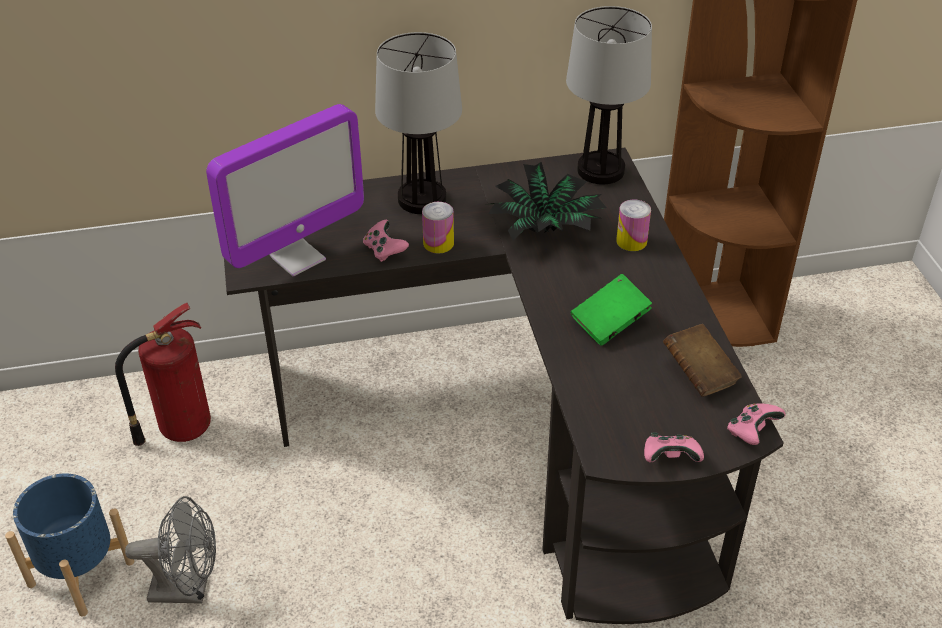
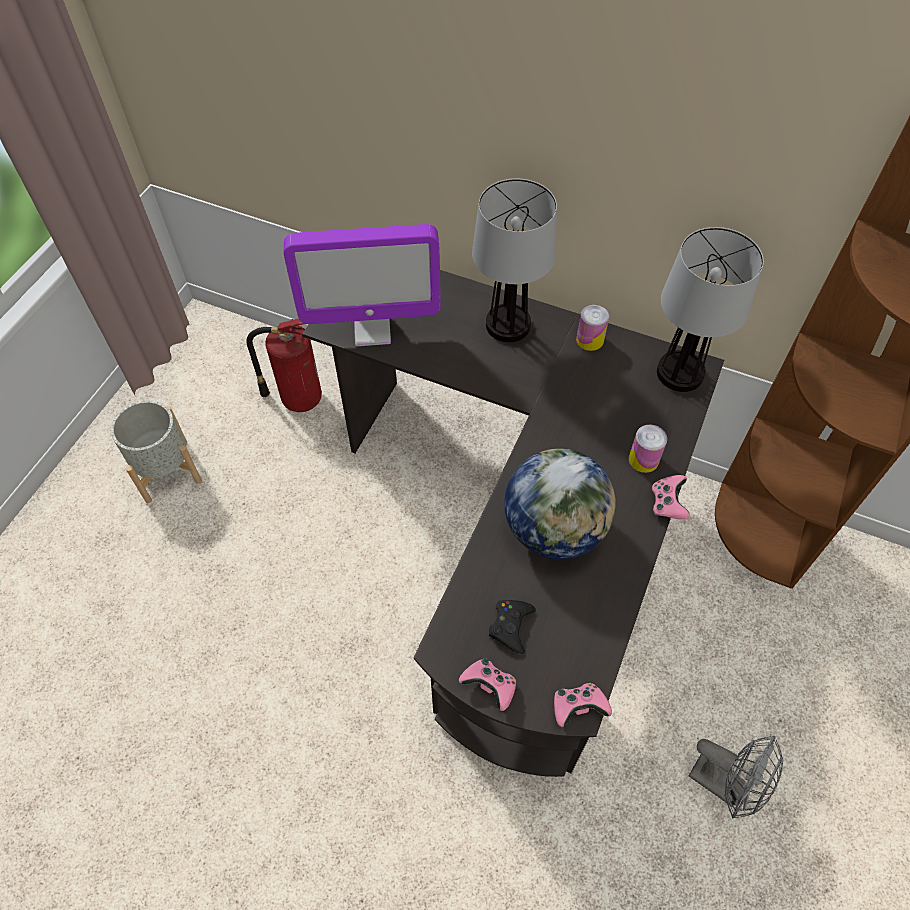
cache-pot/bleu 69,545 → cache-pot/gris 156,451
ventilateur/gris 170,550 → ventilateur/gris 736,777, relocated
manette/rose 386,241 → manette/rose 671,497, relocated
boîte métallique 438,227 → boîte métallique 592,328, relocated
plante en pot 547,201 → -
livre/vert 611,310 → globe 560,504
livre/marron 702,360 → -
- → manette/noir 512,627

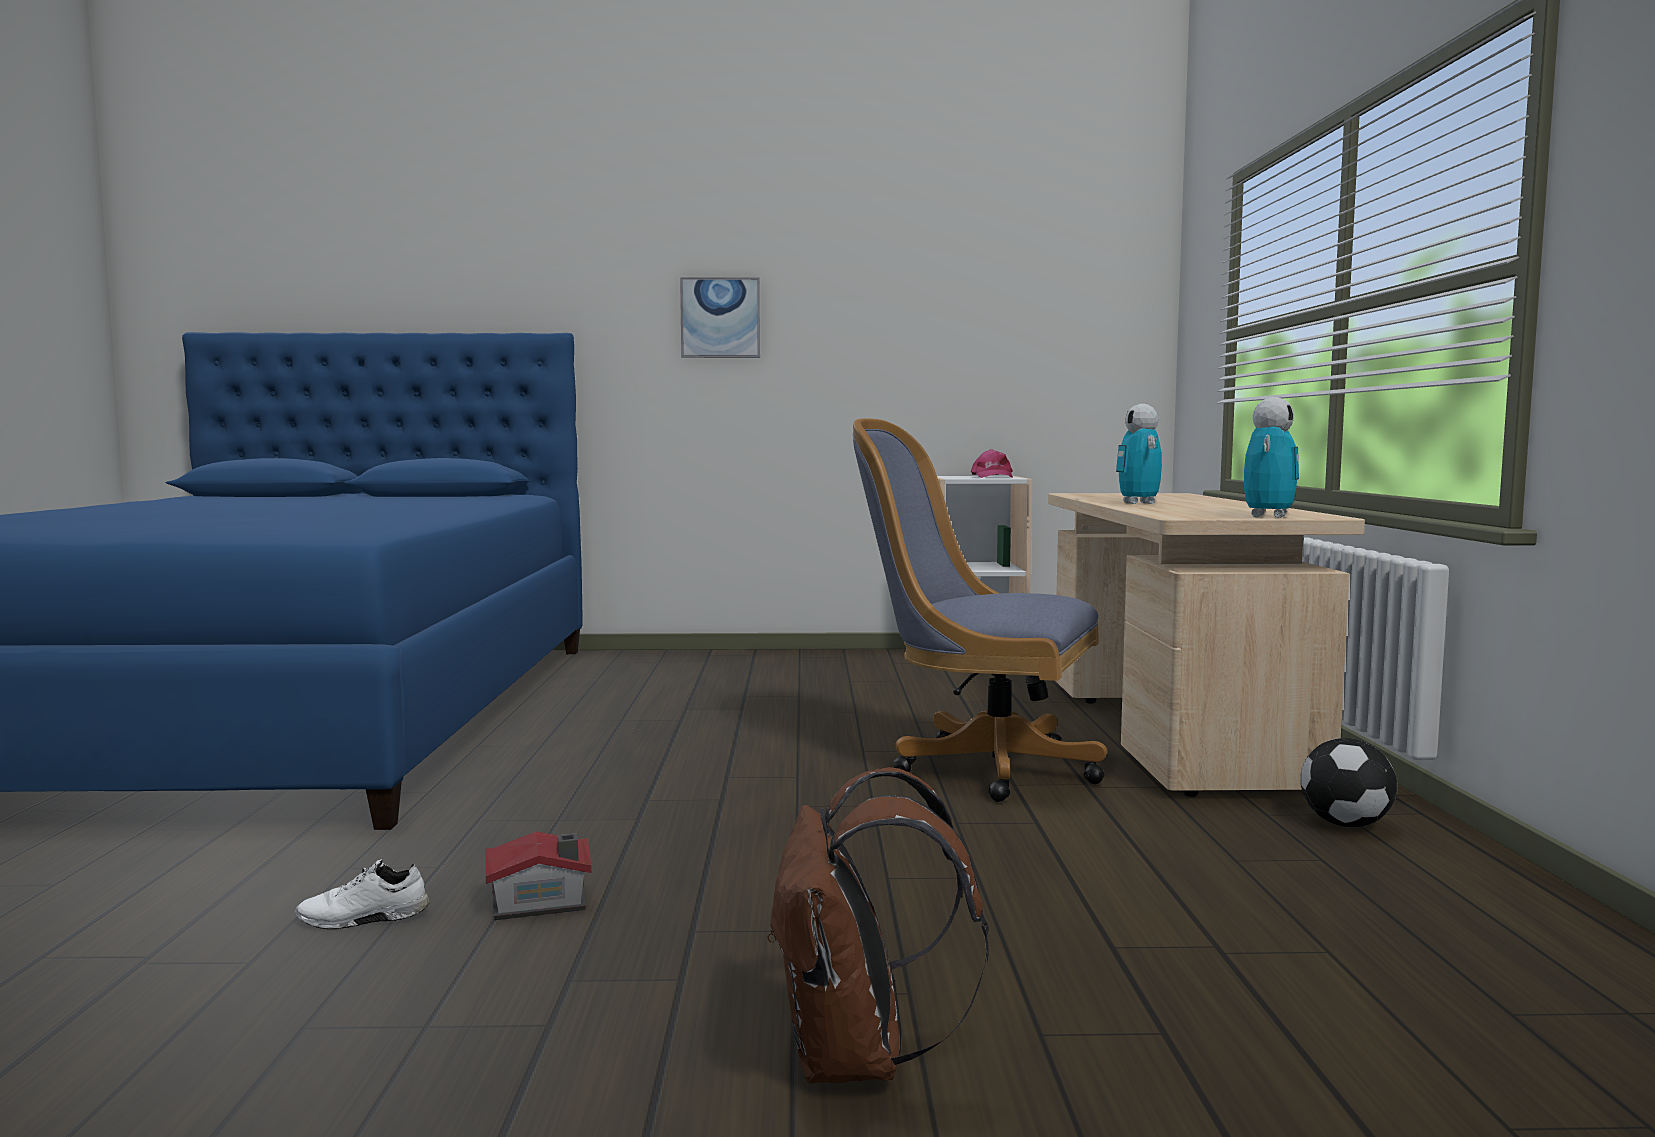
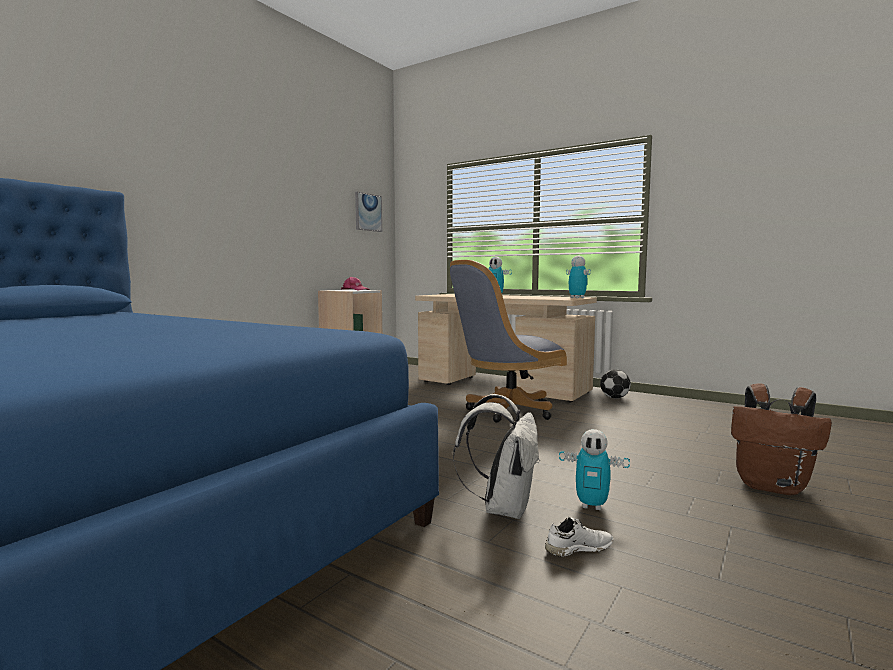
chaussure/blanc 362,894 → chaussure/blanc 579,537, 135 degrees counterclockwise
maison miniature 538,875 → robot jouet 594,469
tableau 720,317 → tableau 368,212, relocated
- → sac à dos/blanc 496,456

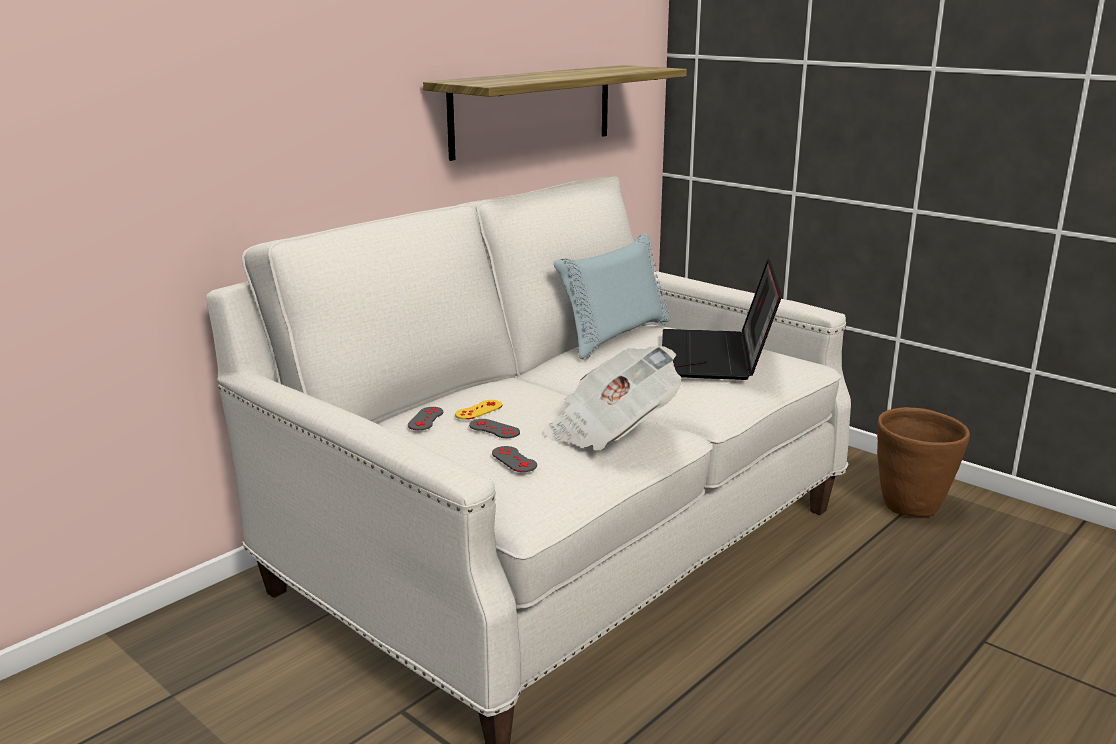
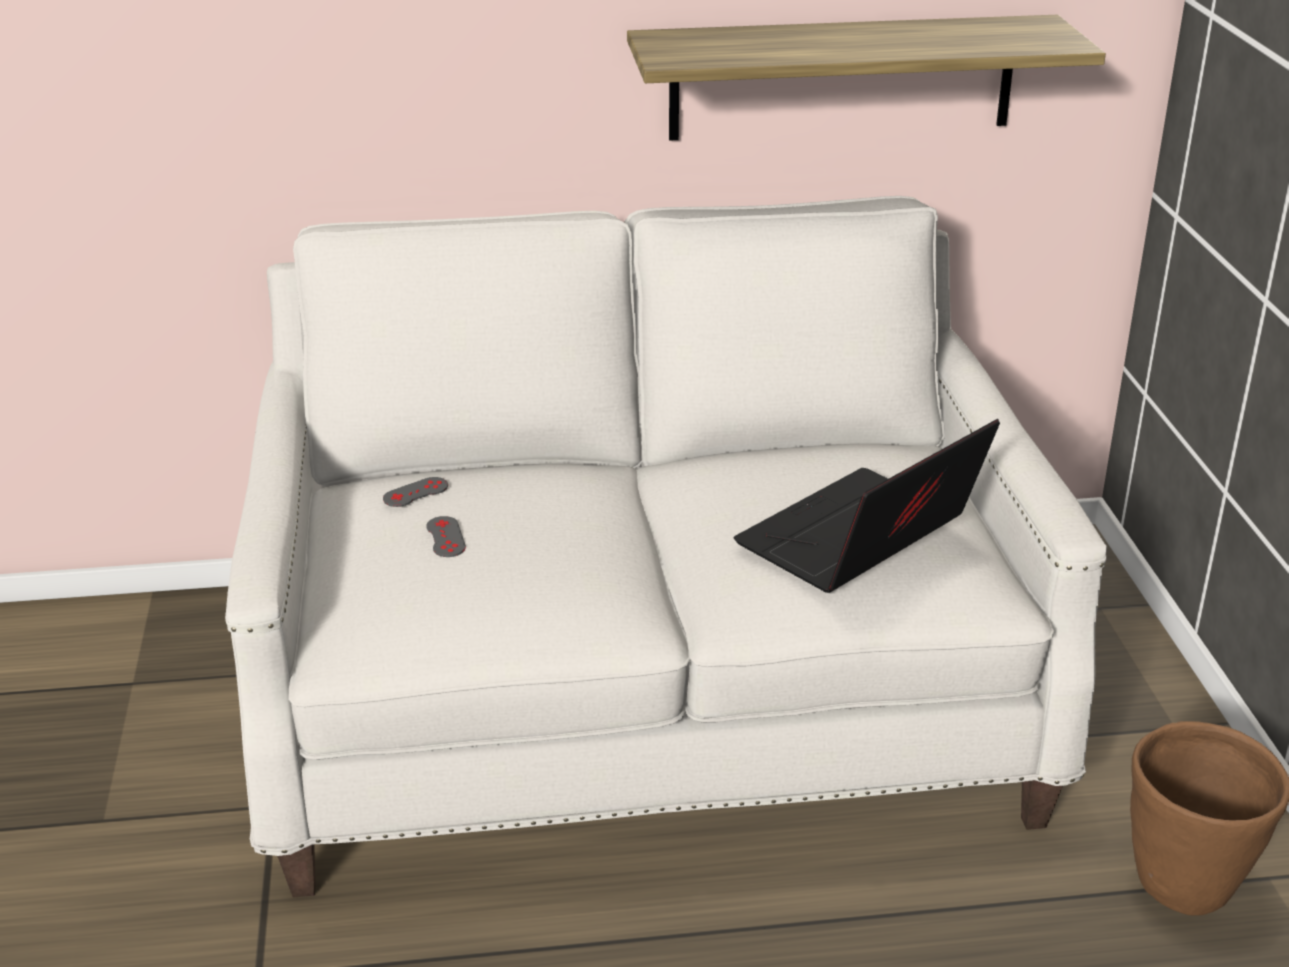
manette/jaune 478,410 → -
manette/gris 514,459 → -
journal 613,398 → -
coussin/bleu 612,296 → -

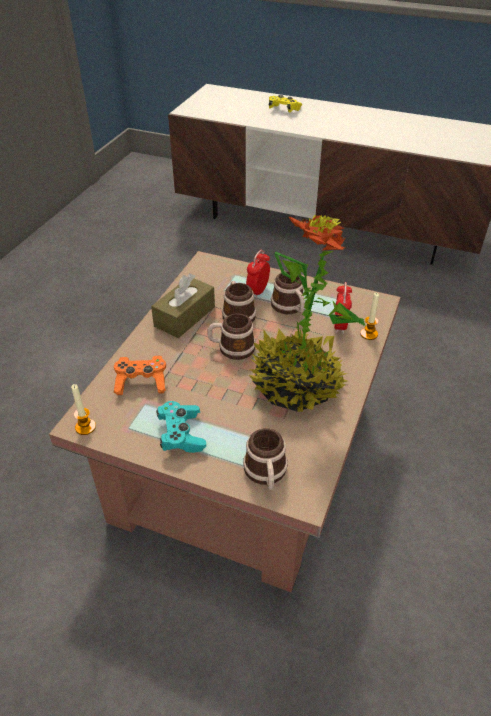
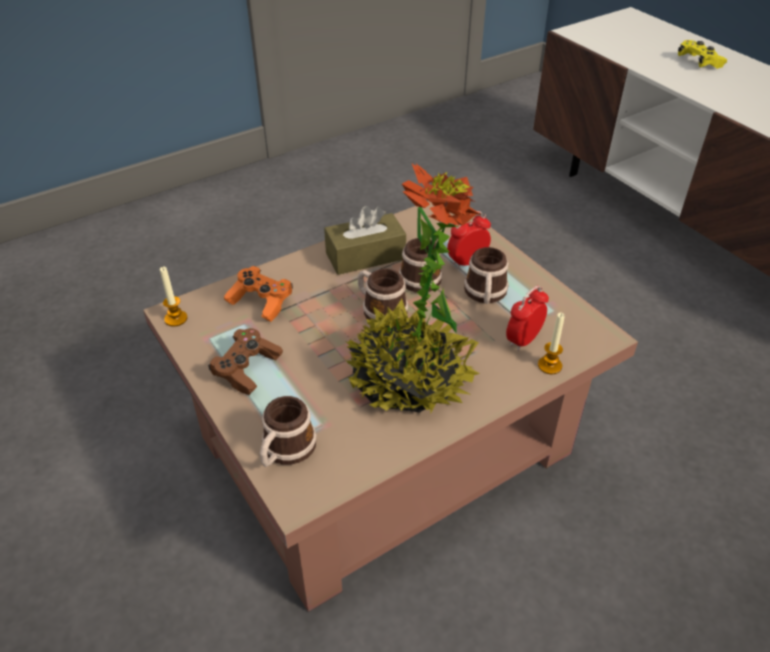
manette/turquoise 181,427 → manette/marron 245,361

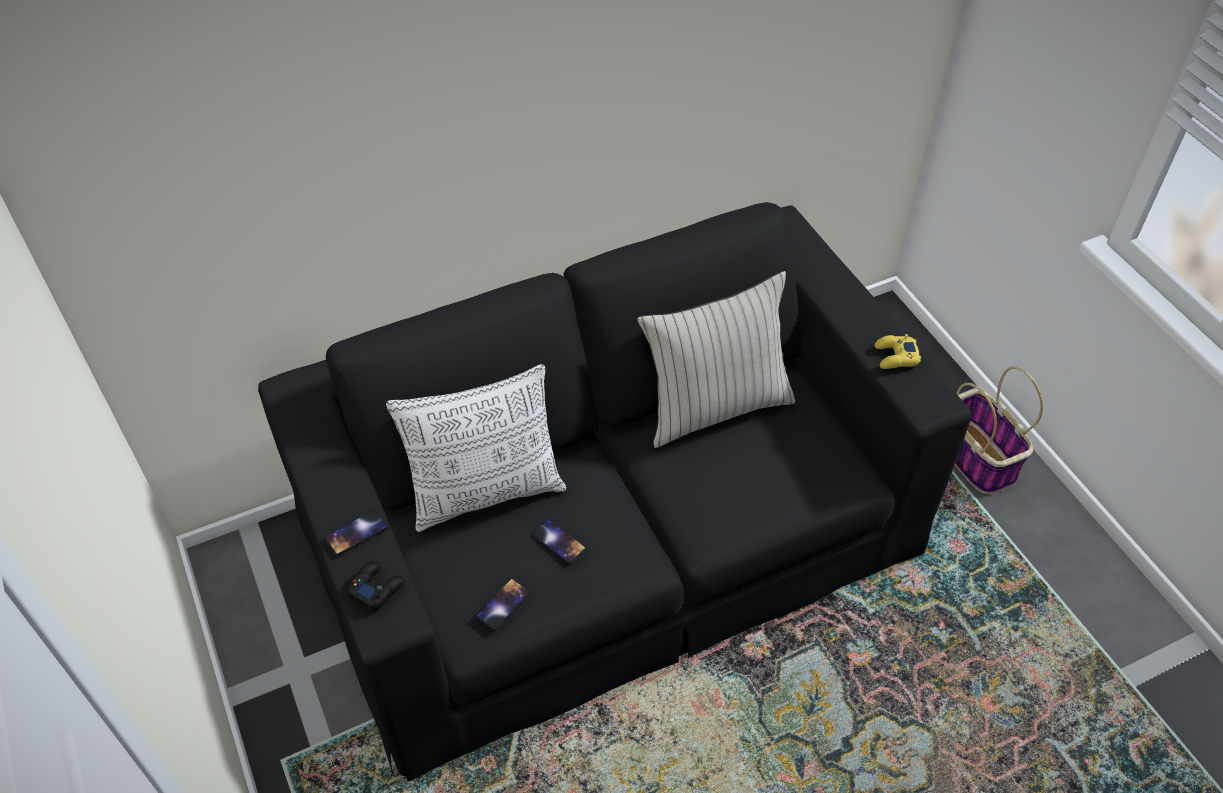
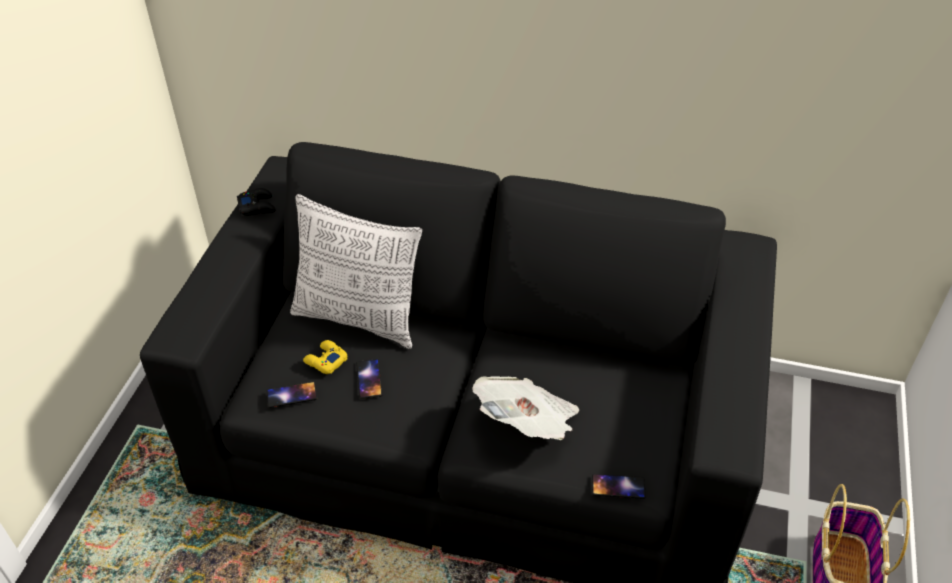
téléphone 356,532 → téléphone 619,486, relocated
manette/noir 376,585 → manette/noir 256,202, relocated
coussin/beige 716,359 → -
manette/jaune 898,351 → manette/jaune 325,357, relocated
- → journal 526,408

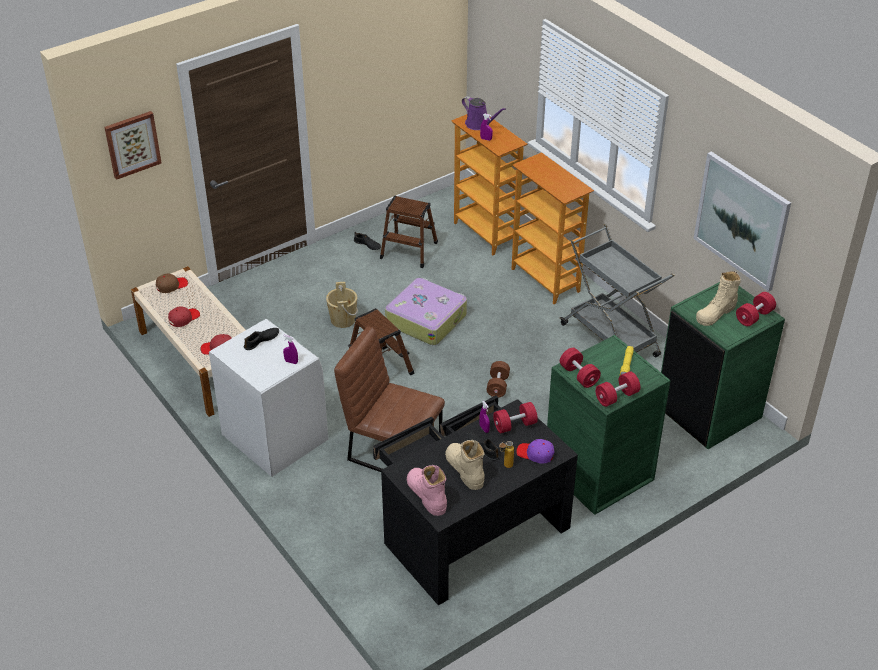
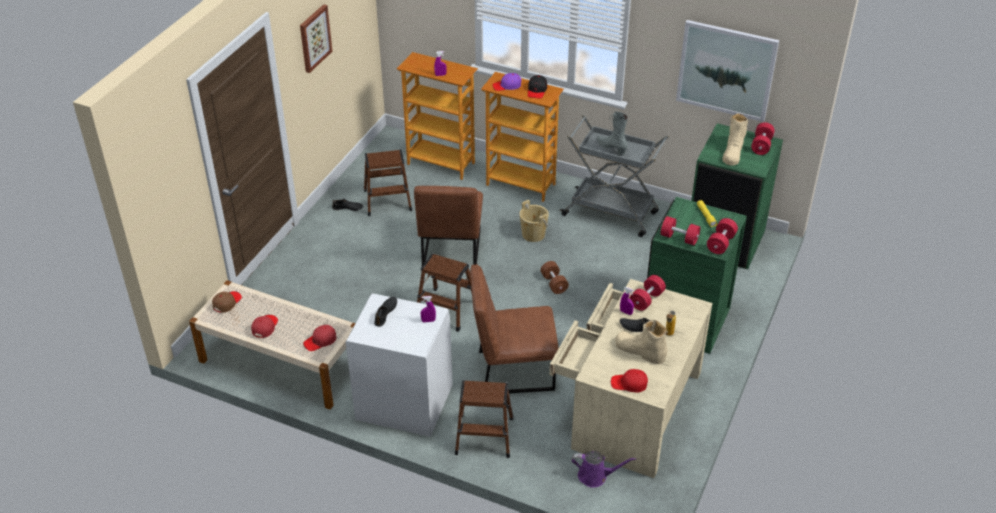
tableau 133,145 → tableau 316,38, relocated
seau/beige 342,305 → seau/beige 534,221, relocated
bureau/noir 475,500 → bureau/beige 631,378
valise 426,311 → chaise/marron 448,226
botte/rose 427,490 → casquette/rouge 629,380
arrosoir/violet 484,113 → arrosoir/violet 603,469, relocated
casquette/violet 535,451 → casquette/violet 507,82, relocated
- → escabeau/marron 484,419
- → casquette/noir 537,86
- → botte/gris 612,133

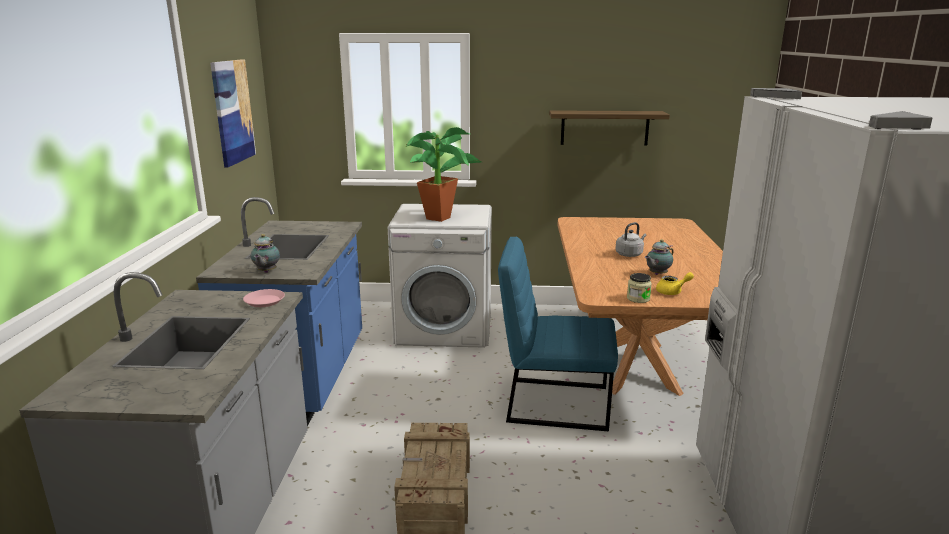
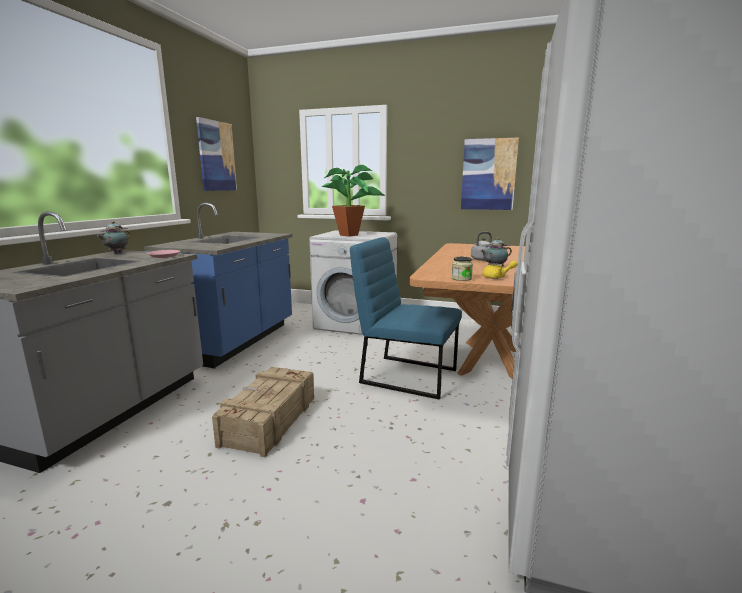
théière 265,253 → théière 114,237, relocated
étagère 609,127 → tableau 490,173

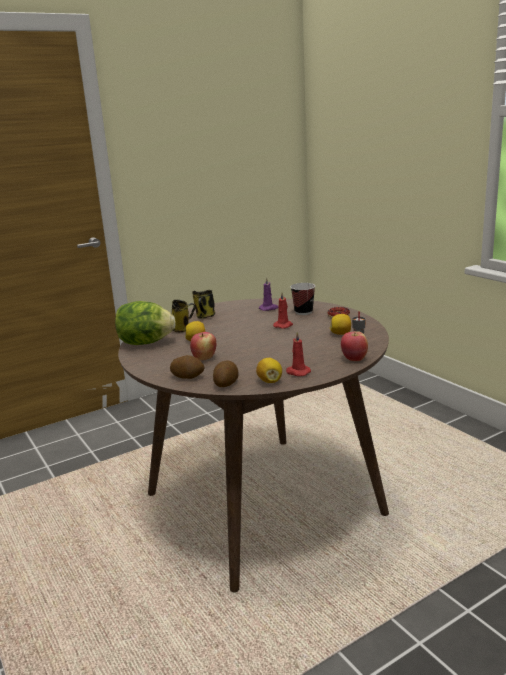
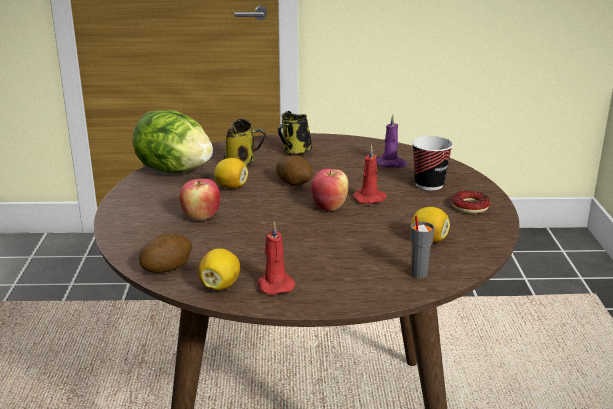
pomme de terre 187,367 → pomme de terre 294,171, relocated
pomme 354,346 → pomme 330,190, relocated

